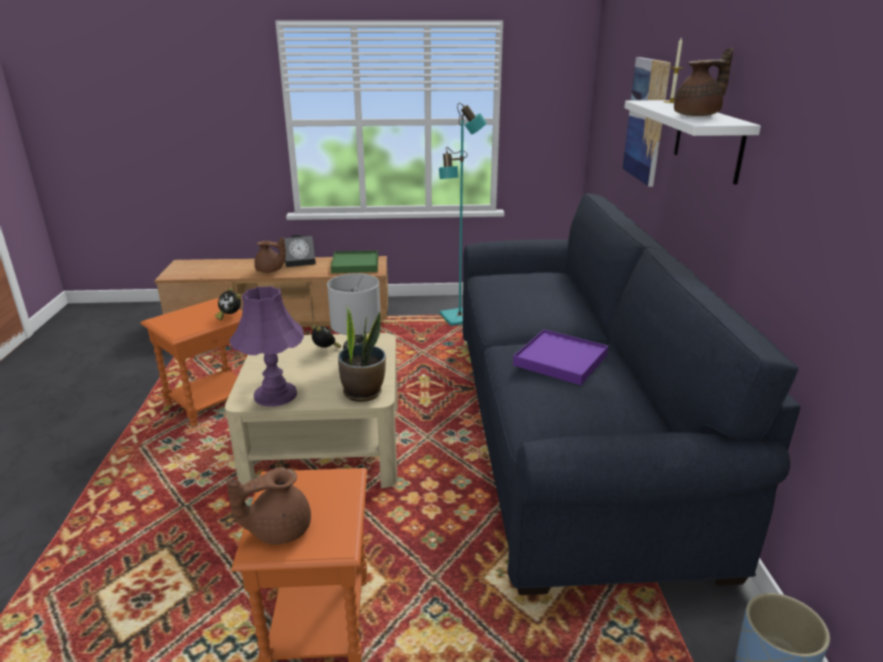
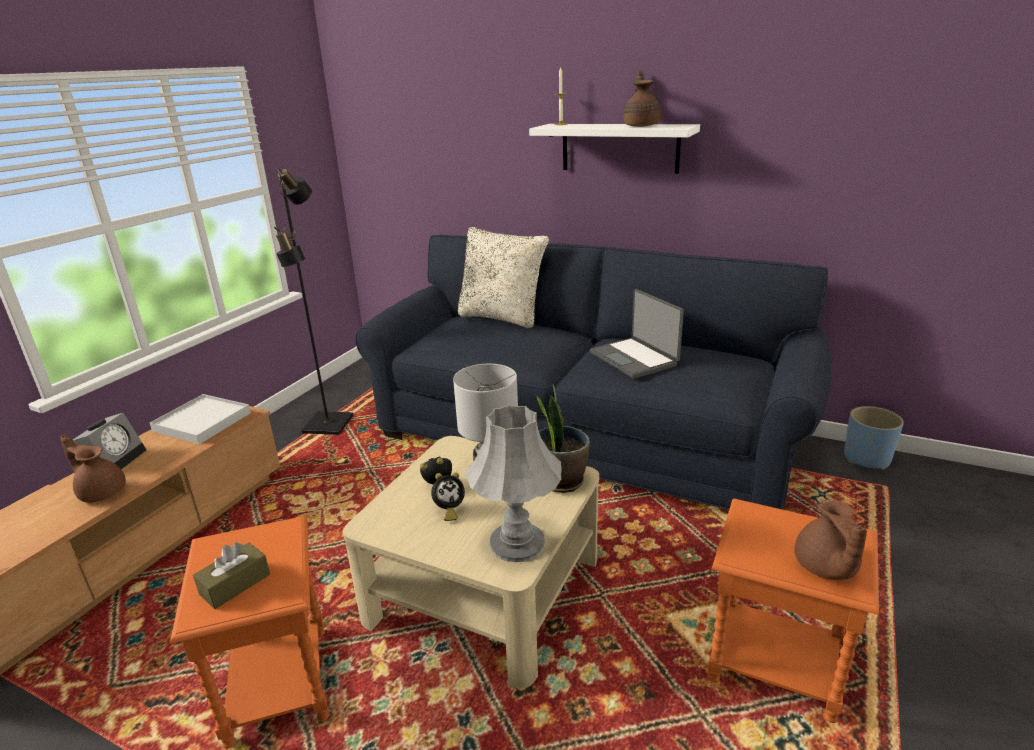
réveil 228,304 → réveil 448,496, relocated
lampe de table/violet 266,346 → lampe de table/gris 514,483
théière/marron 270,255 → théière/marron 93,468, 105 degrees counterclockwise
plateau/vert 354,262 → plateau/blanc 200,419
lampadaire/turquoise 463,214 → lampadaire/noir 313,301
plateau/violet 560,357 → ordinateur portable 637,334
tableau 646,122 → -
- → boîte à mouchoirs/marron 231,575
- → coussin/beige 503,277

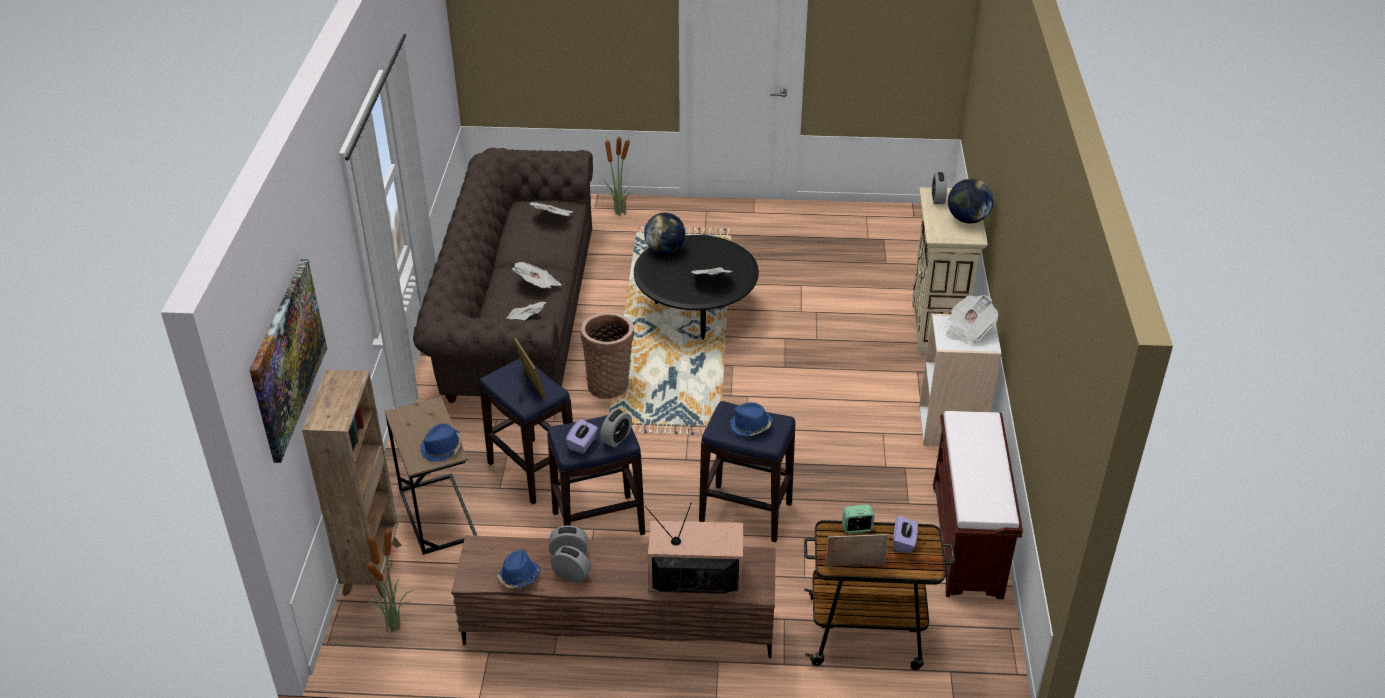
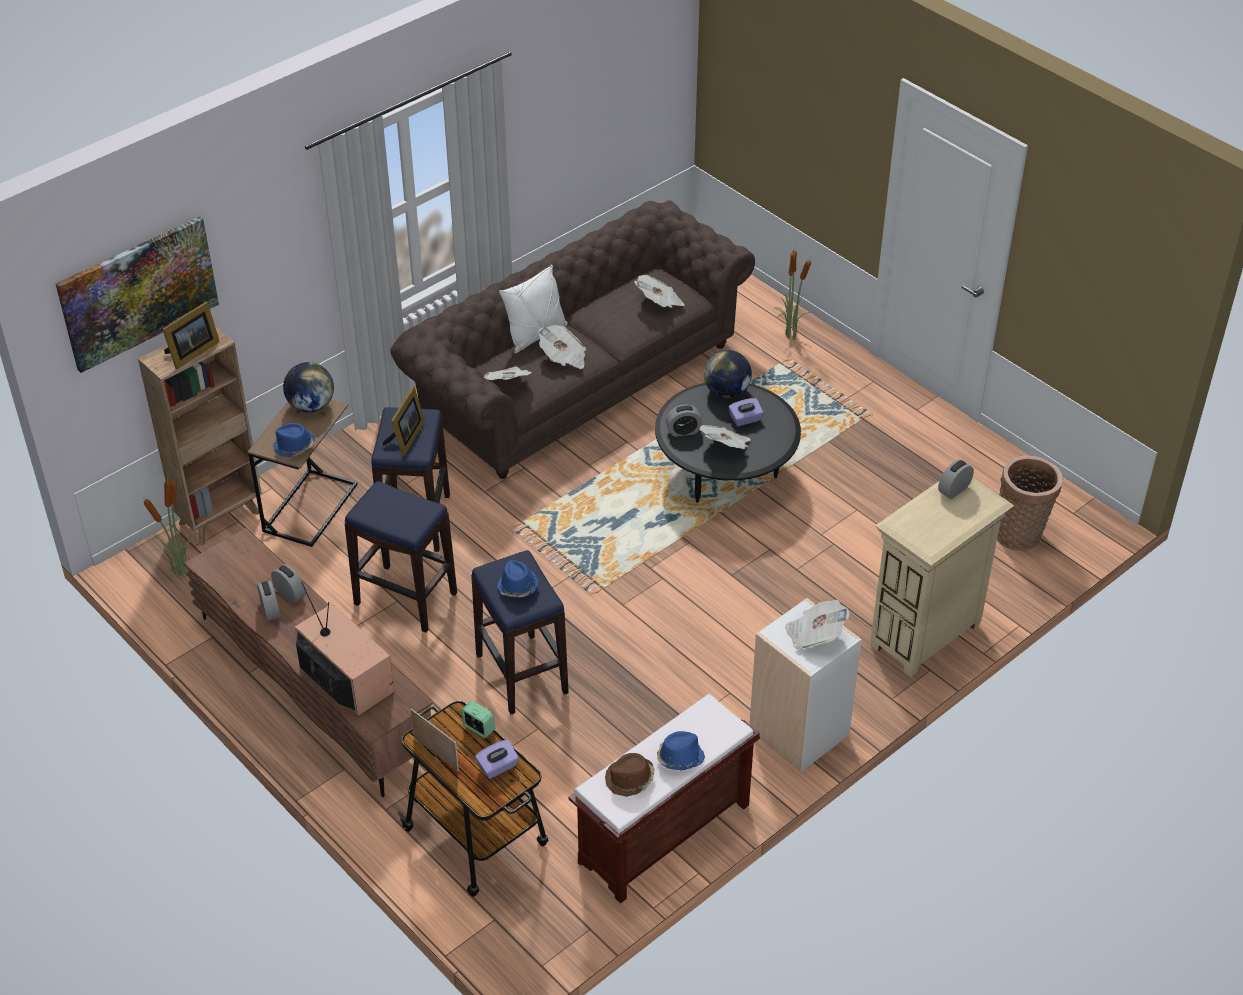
chapeau/bleu 518,569 → chapeau/bleu 681,751, relocated
boîte à mouchoirs/violet 582,436 → boîte à mouchoirs/violet 746,412, relocated
panier 607,356 → panier 1030,503, relocated
réveil 616,428 → réveil 684,421, relocated
globe 970,200 → globe 308,387, relocated
- → cadre photo 191,335
- → coussin/blanc 533,309
- → chapeau/marron 630,775

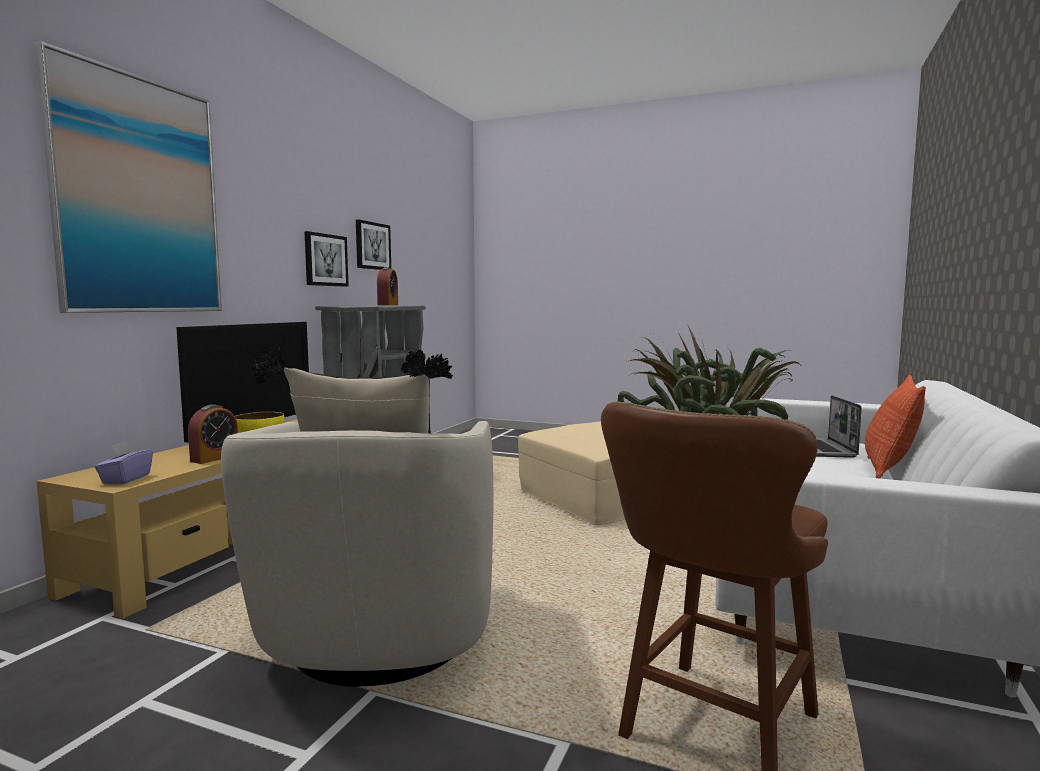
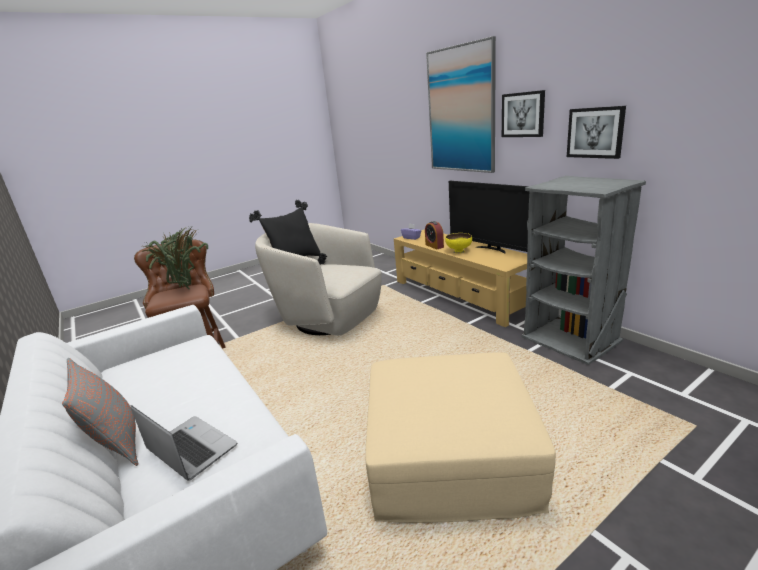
tableau 373,244 → tableau 523,113, relocated
réveil 387,286 → -
coussin/orange 895,426 → coussin/gris 100,412

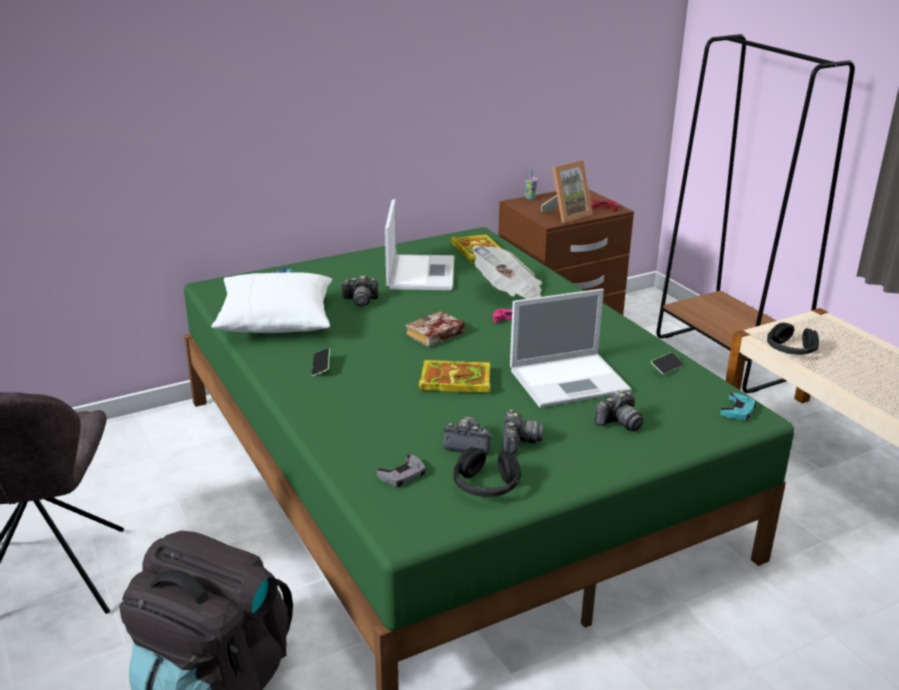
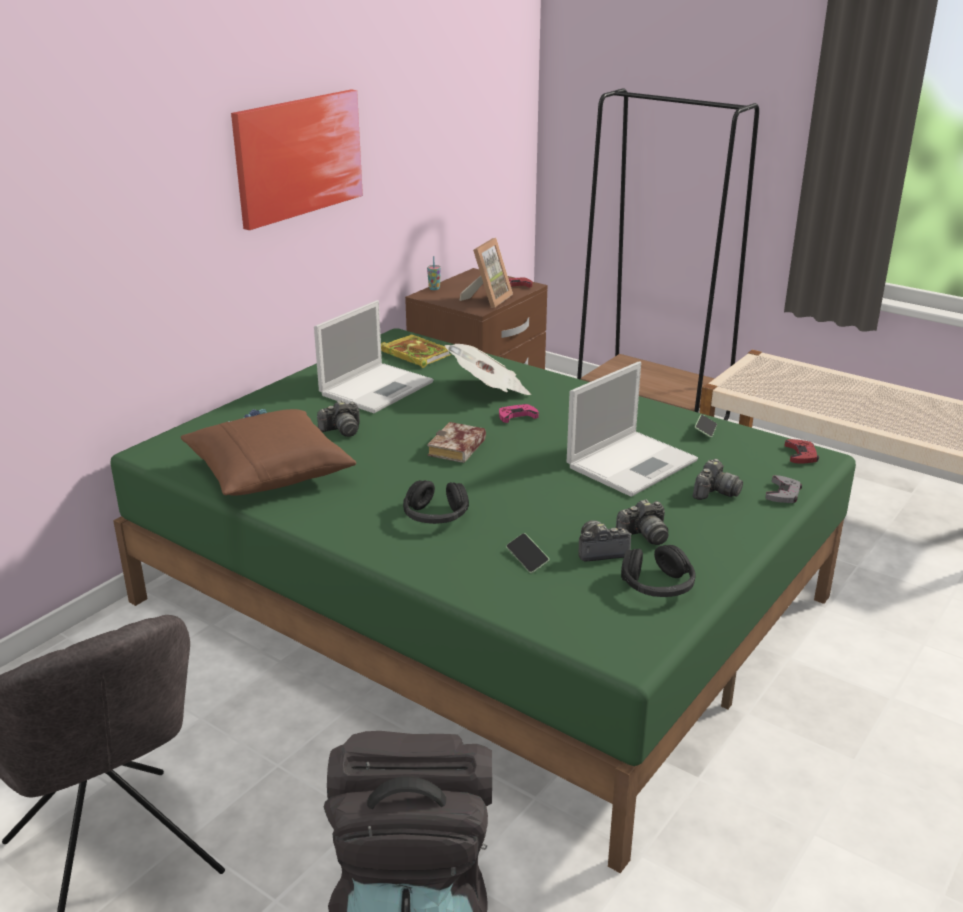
coussin/blanc 271,300 → coussin/marron 268,452
téléphone 320,362 → téléphone 527,553, relocated
manette/gris 401,470 → manette/gris 783,489, relocated
ordinateur portable 419,245 → ordinateur portable 373,356, 60 degrees clockwise
livre 454,377 → -
appareil photo 523,431 → appareil photo 642,522, 90 degrees clockwise
manette/turquoise 738,406 → manette/rouge 801,451
casque audio/noir 793,339 → casque audio/noir 436,502, relocated
- → tableau 297,159

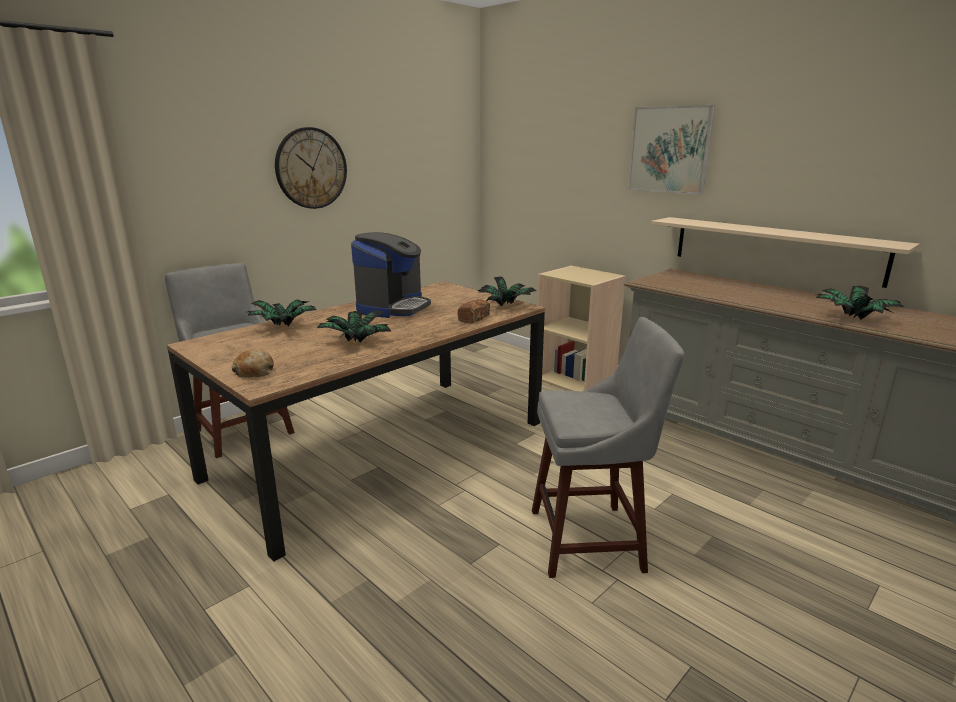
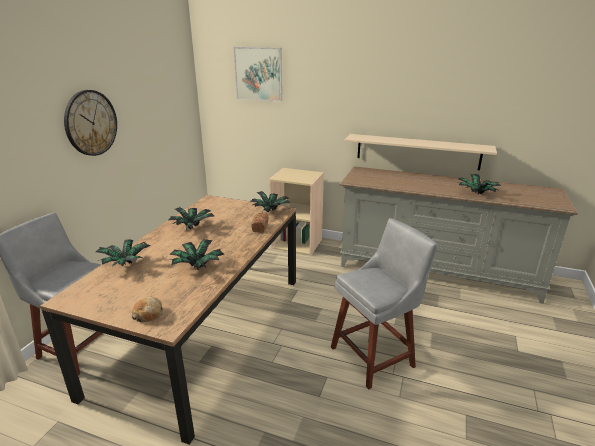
machine à café 391,275 → plante en pot 191,218
tableau 671,150 → tableau 258,74, relocated

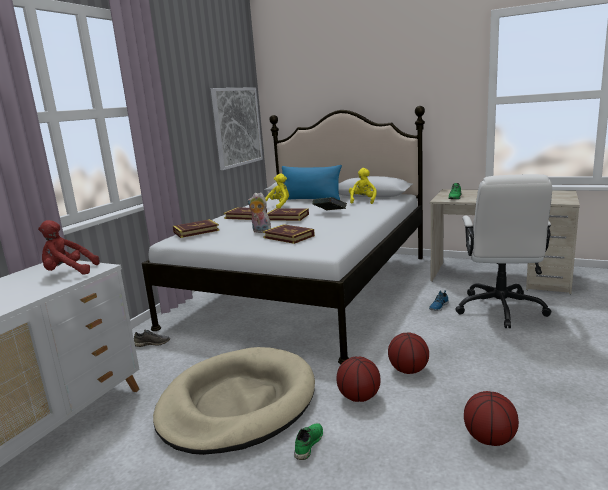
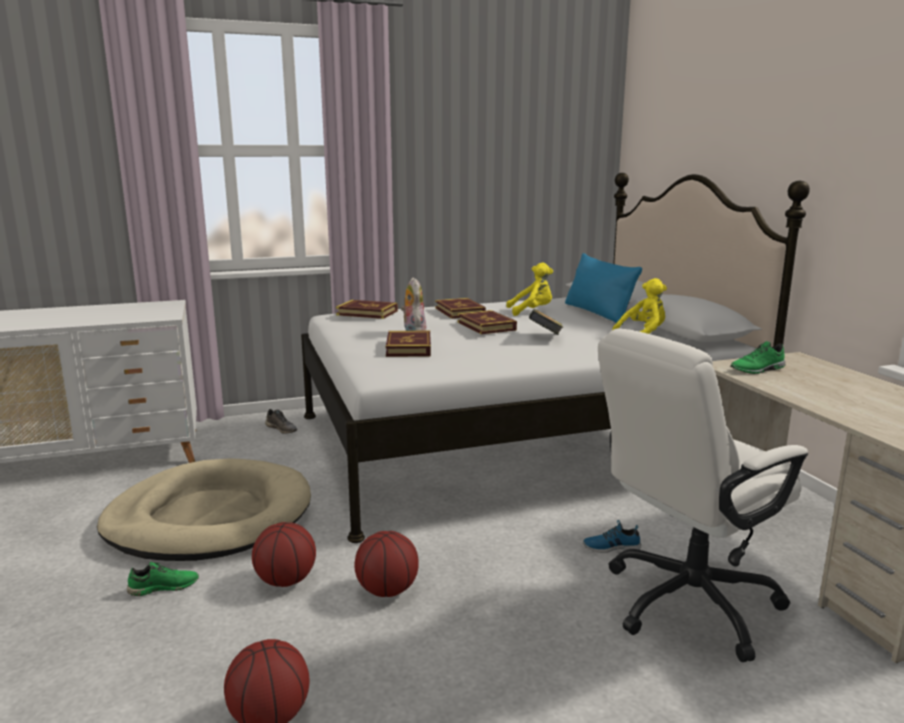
peluche/rouge 69,247 → -
tableau 237,128 → -

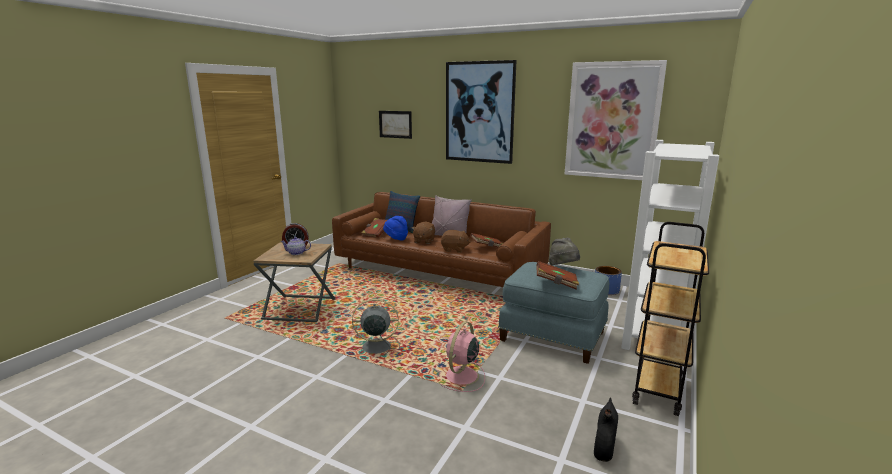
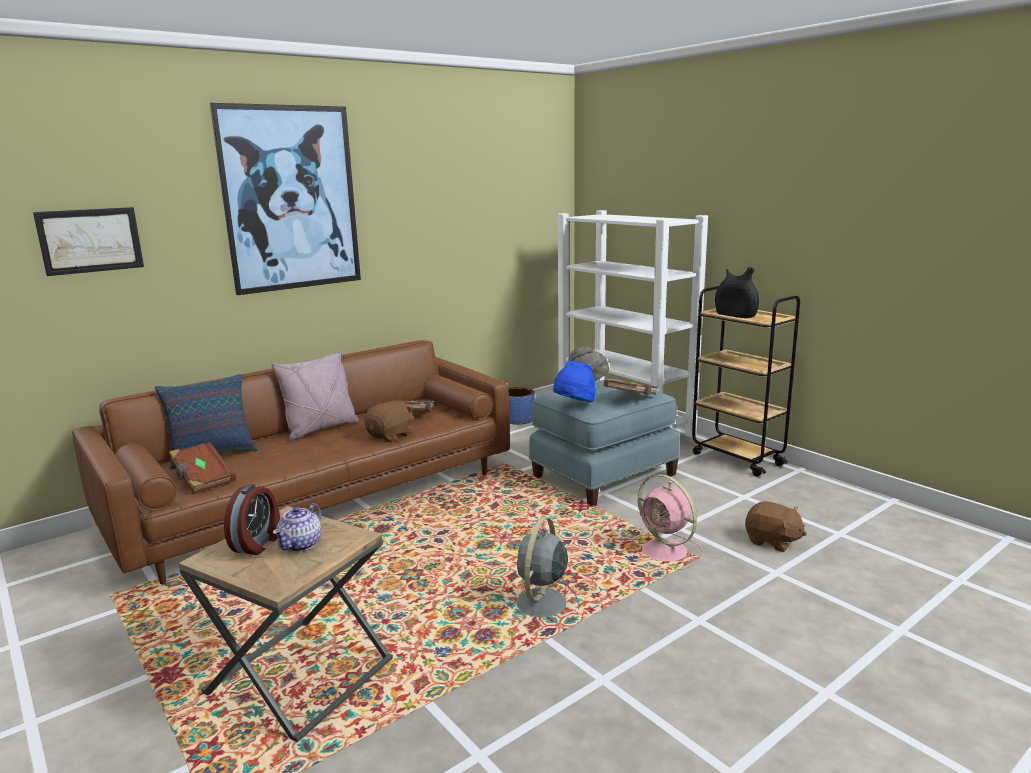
chapeau/bleu 395,228 → chapeau/bleu 574,381, relocated
peluche/marron 423,233 → peluche/marron 776,526, relocated
tableau 616,120 → -
vase/noir 606,430 → vase/noir 737,292, relocated

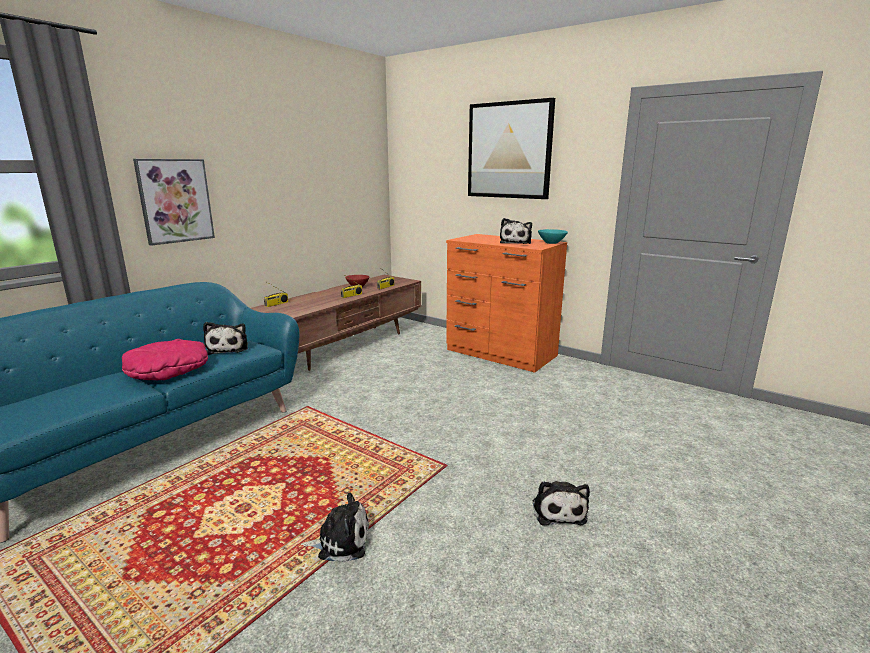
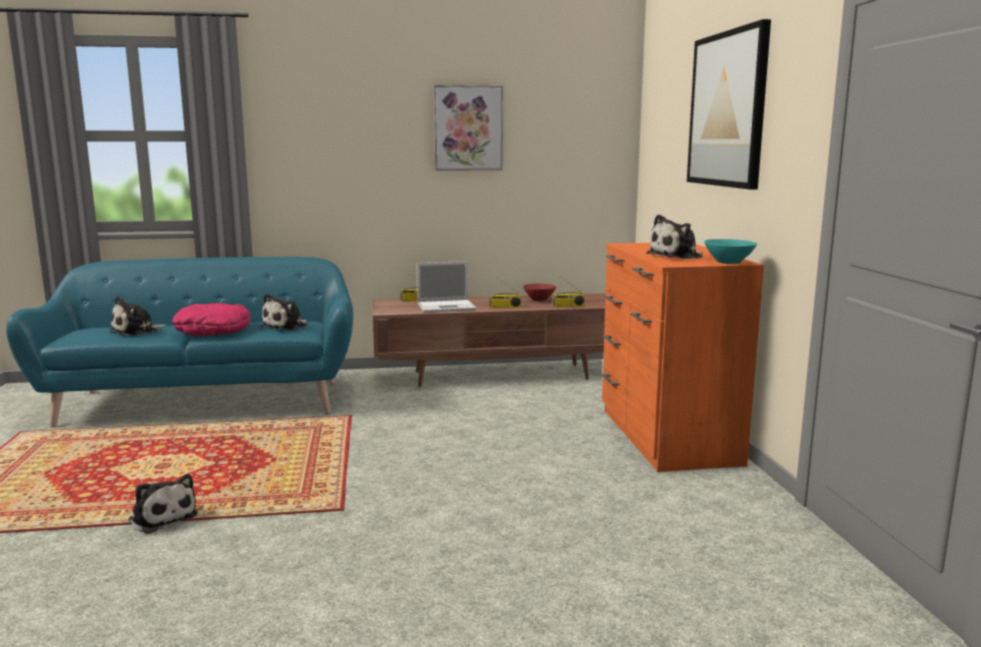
tableau 174,202 → tableau 468,128, relocated
peluche 561,503 → peluche 138,316, relocated
- → ordinateur portable 446,287

